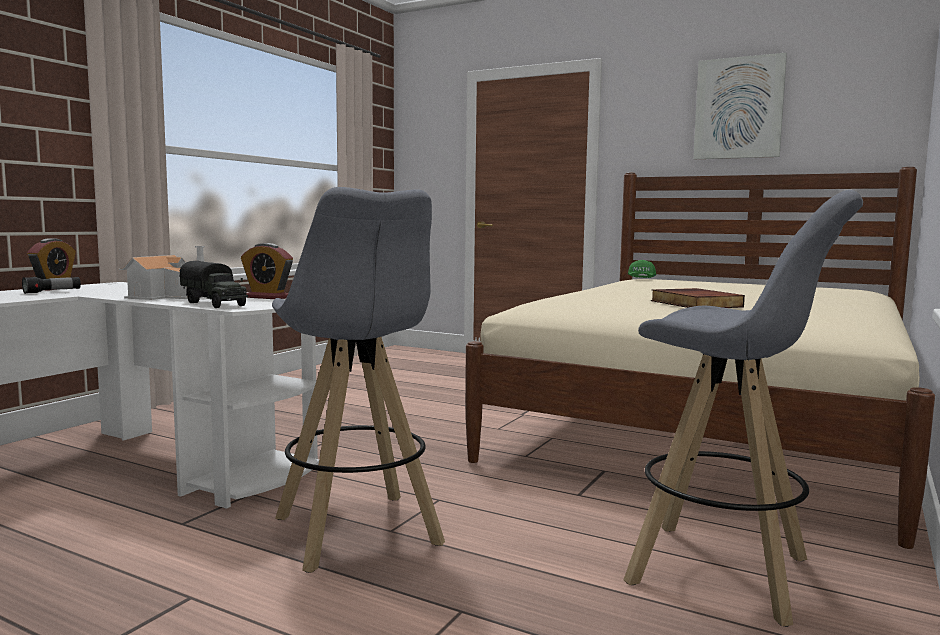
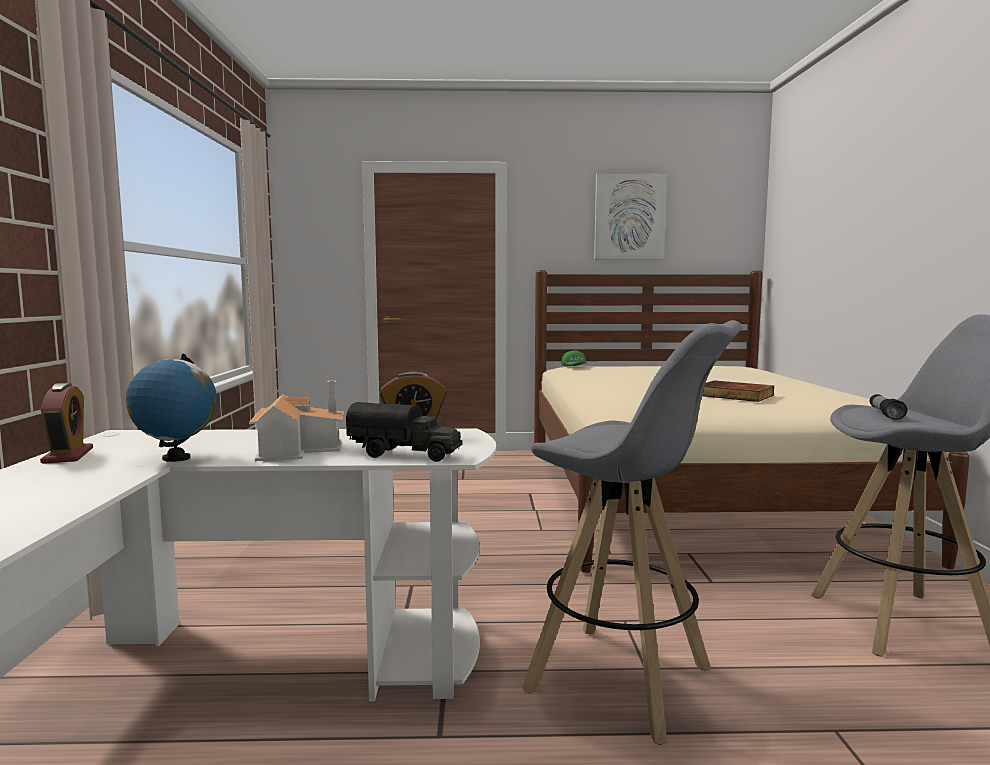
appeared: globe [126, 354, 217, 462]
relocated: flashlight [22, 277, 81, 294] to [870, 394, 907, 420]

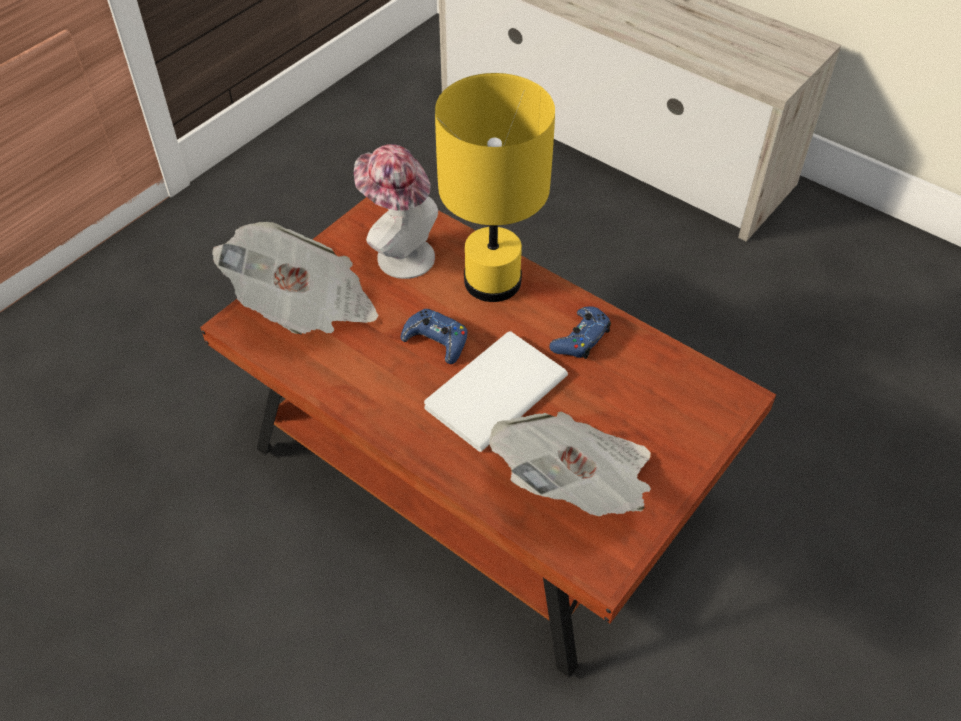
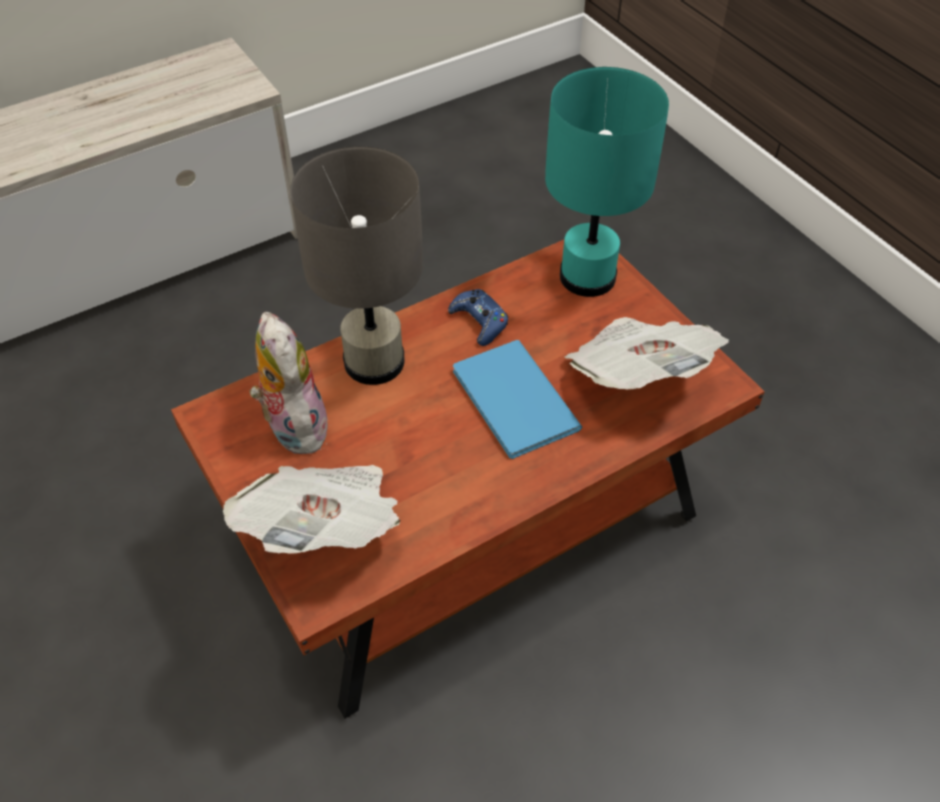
missing: blue game controller [401, 309, 467, 364]
appeared: turquoise table lamp [545, 67, 669, 297]
exchanged: hat [354, 144, 438, 279] to plush toy [250, 312, 328, 454]
colour: white book [424, 332, 568, 452] to blue book [453, 340, 582, 459]; yellow table lamp [435, 73, 555, 302] to grey table lamp [290, 146, 423, 385]

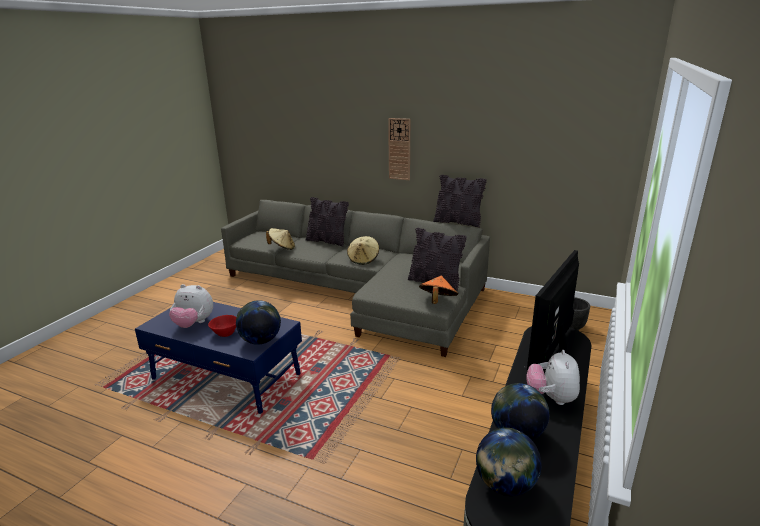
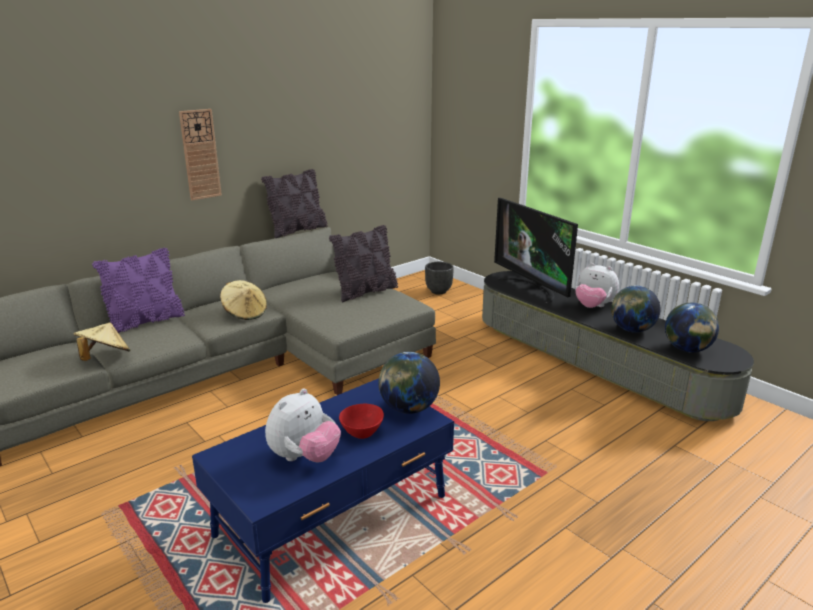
missing: orange hat [419, 276, 458, 304]
colour: black pillow [306, 197, 349, 247] to purple pillow [92, 248, 185, 333]

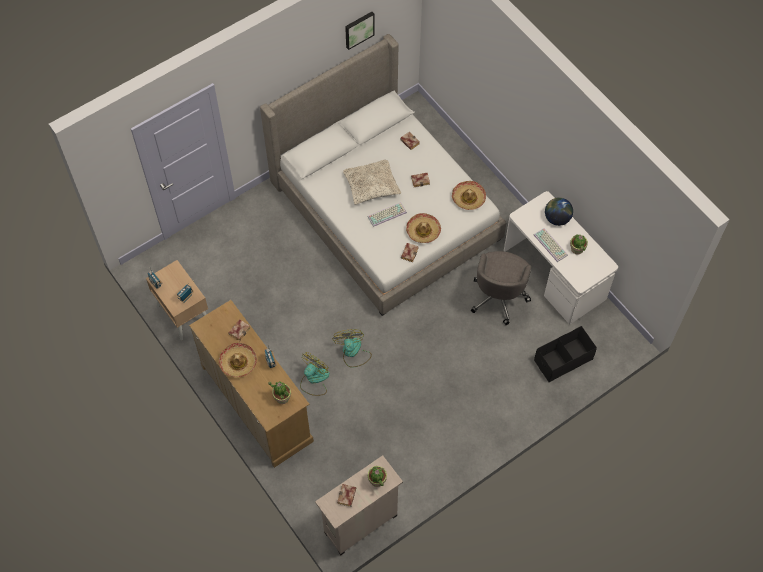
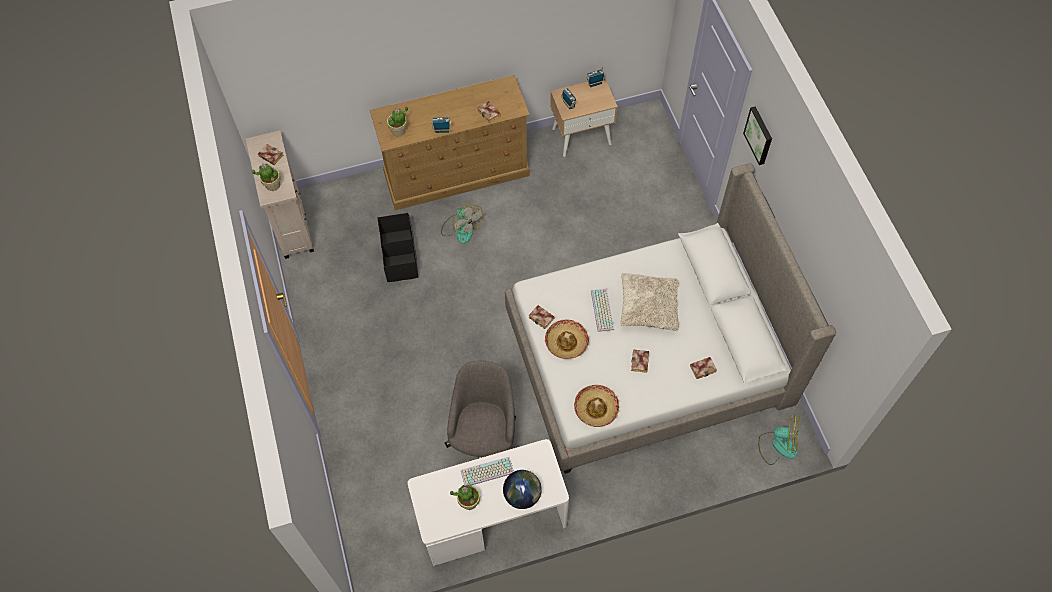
missing: hat [219, 343, 257, 377]
relocated: fan [332, 329, 372, 367] to [758, 414, 799, 465]; picture [345, 12, 375, 50] to [743, 107, 772, 165]; black storage box [534, 326, 597, 383] to [378, 213, 419, 282]
spun: grey office chair [471, 251, 531, 325] = [445, 361, 516, 459] 60 degrees clockwise

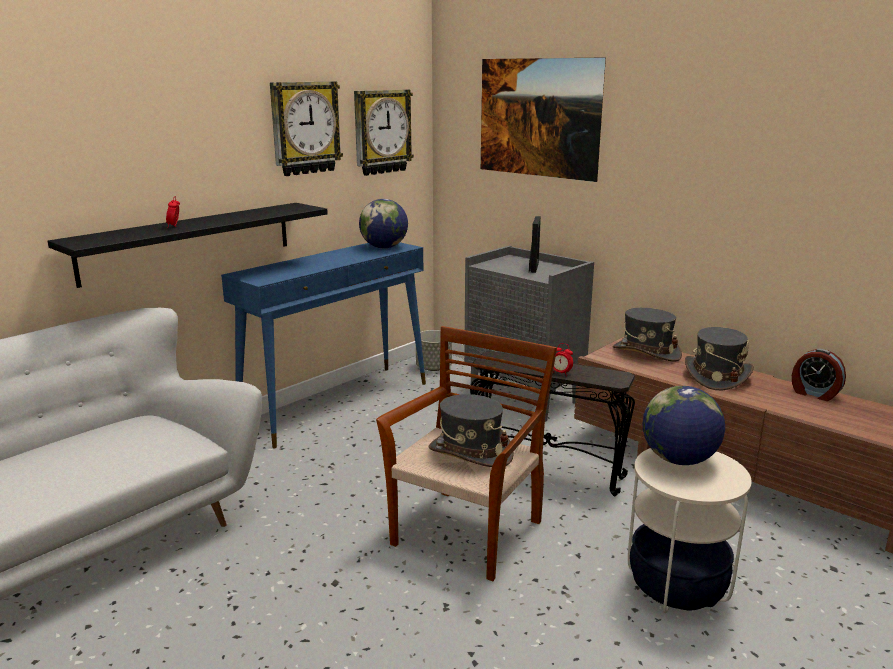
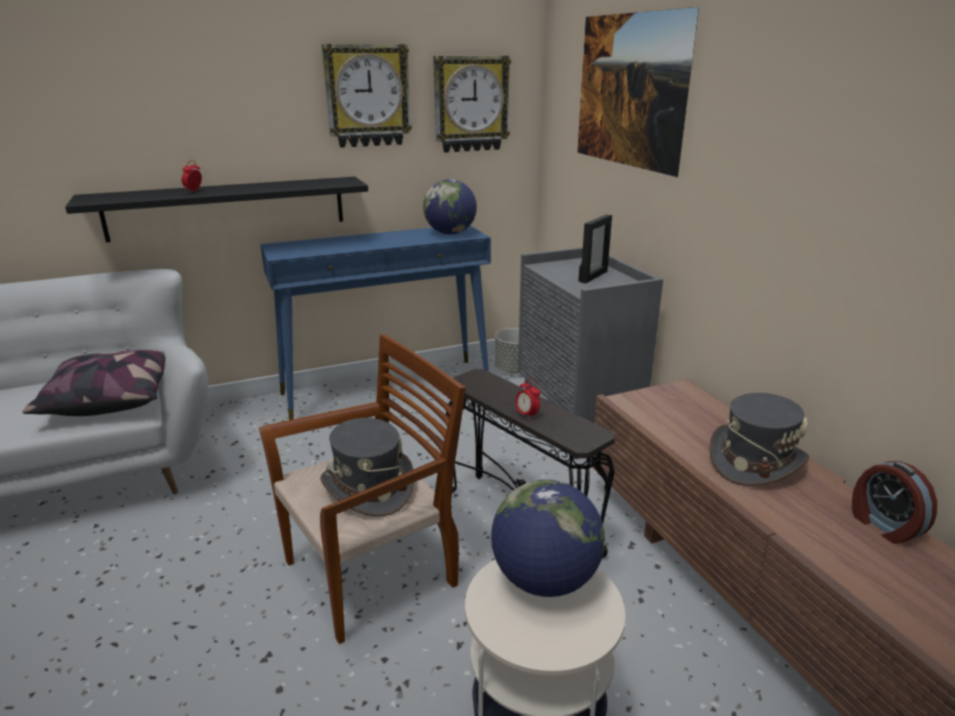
missing: grey hat [613, 308, 682, 362]
appeared: pillow [22, 350, 166, 416]

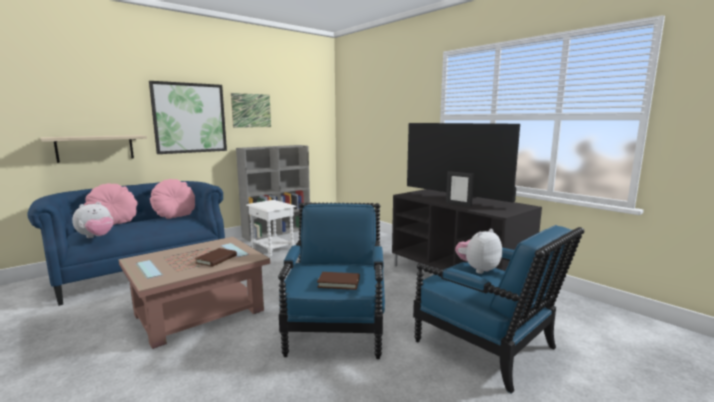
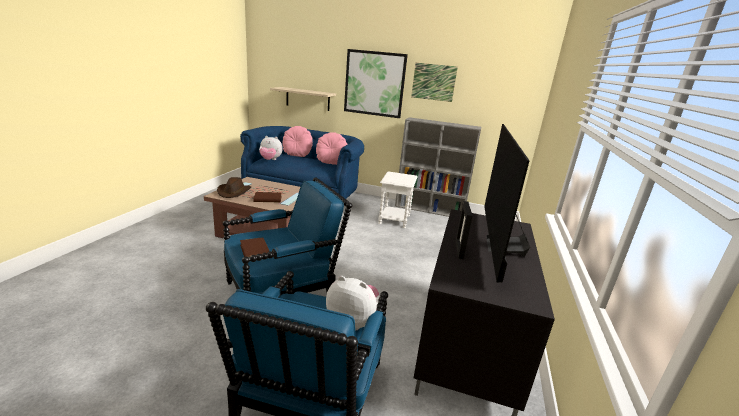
appeared: brown hat [217, 177, 251, 198]

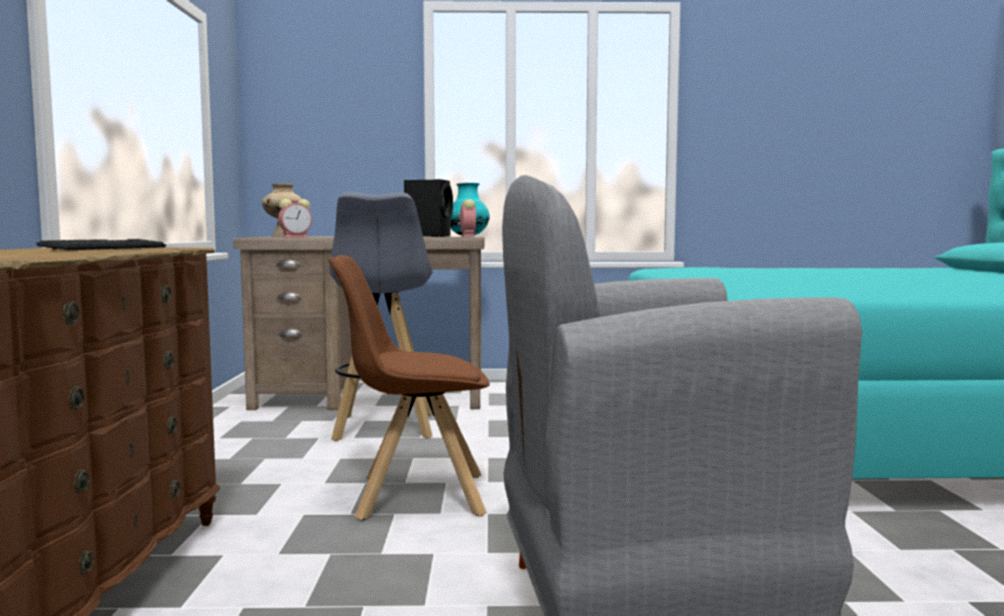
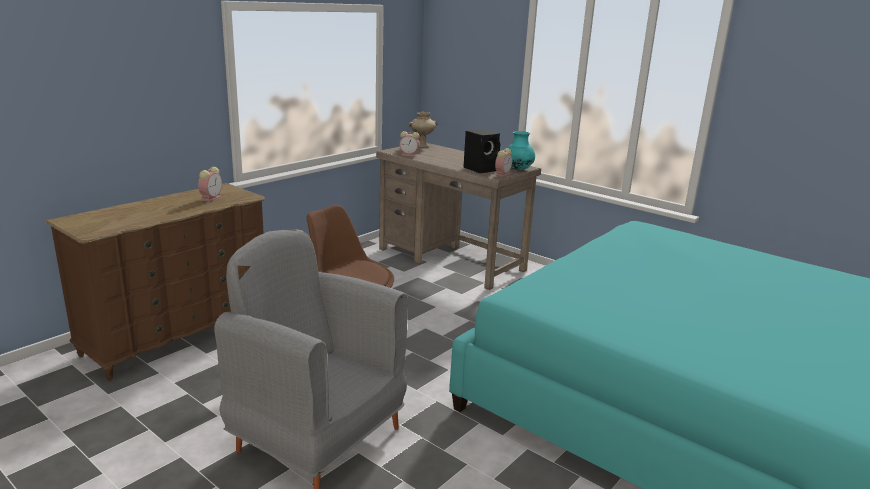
missing: grey stool [330, 192, 433, 441]
exchanged: keyboard [36, 239, 166, 250] to alarm clock [198, 167, 222, 202]

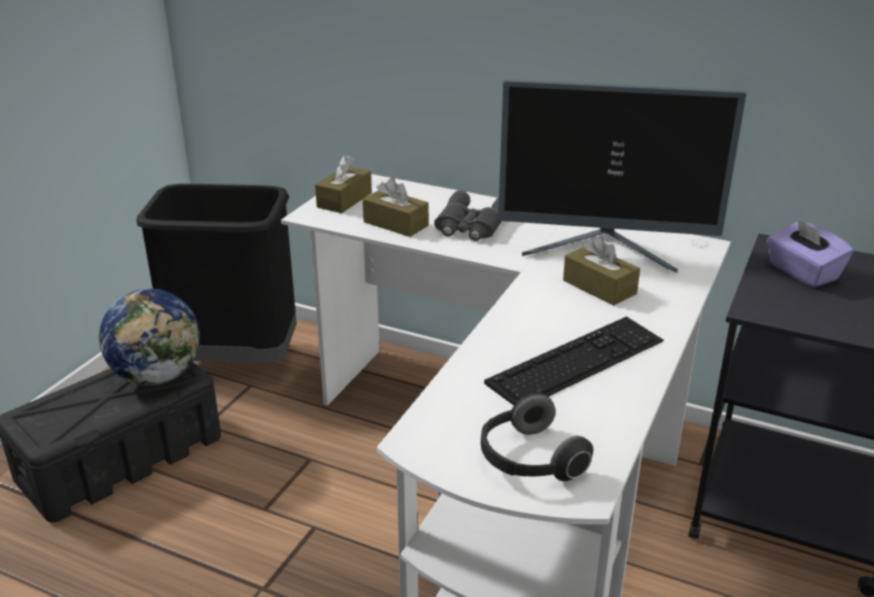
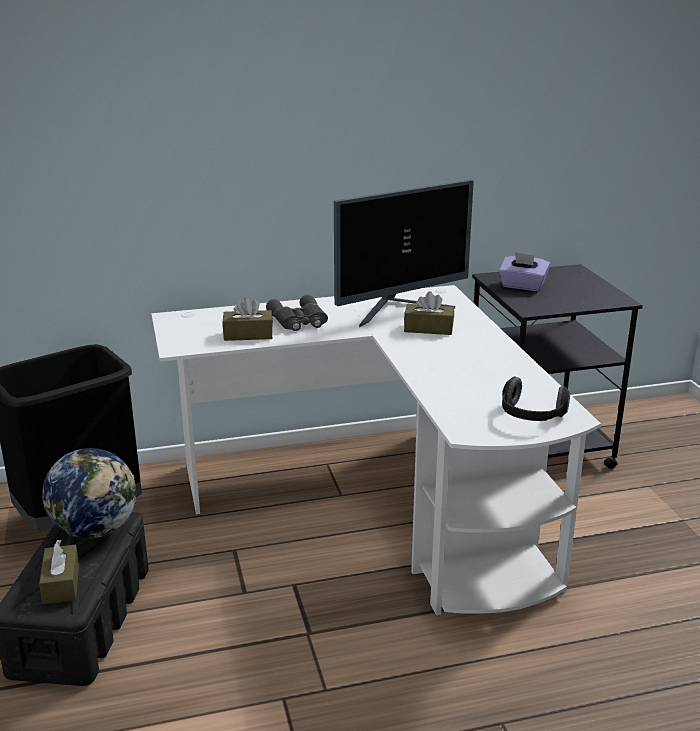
missing: keyboard [484, 316, 664, 405]
relocated: brown tissue box [315, 155, 372, 213] to [39, 540, 79, 604]

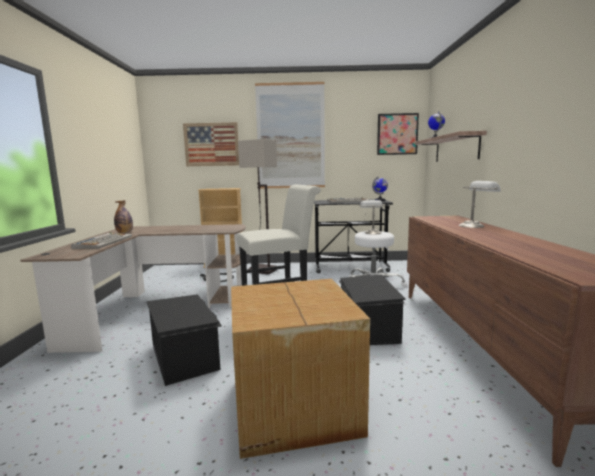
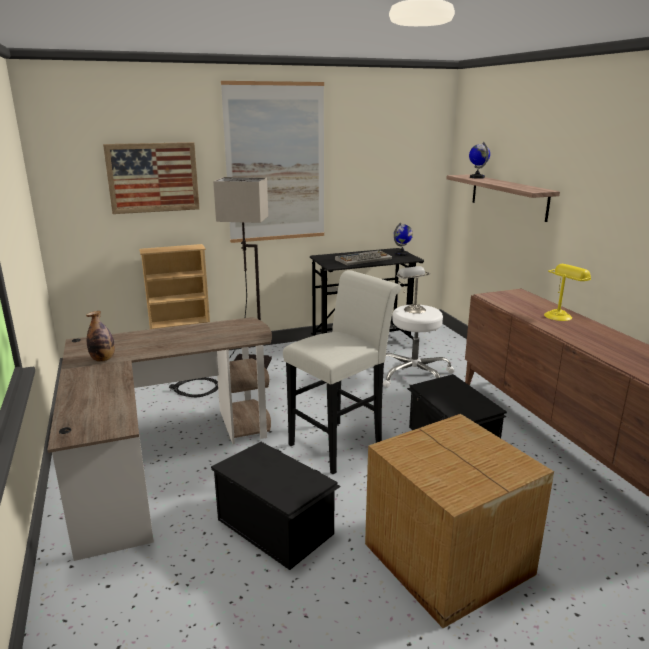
missing: keyboard [71, 232, 132, 249]; picture [377, 113, 419, 155]
colour: white table lamp [459, 181, 501, 228] to yellow table lamp [544, 264, 591, 321]

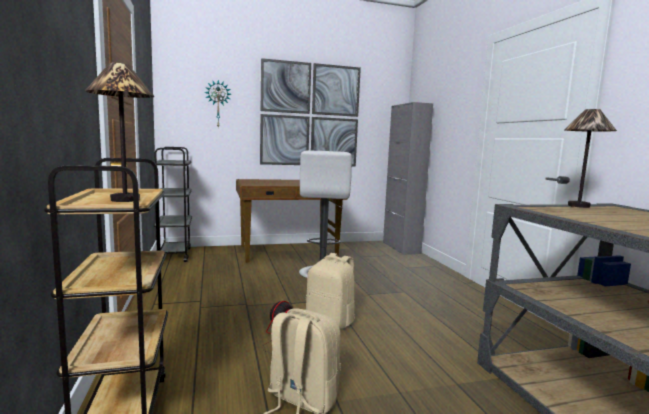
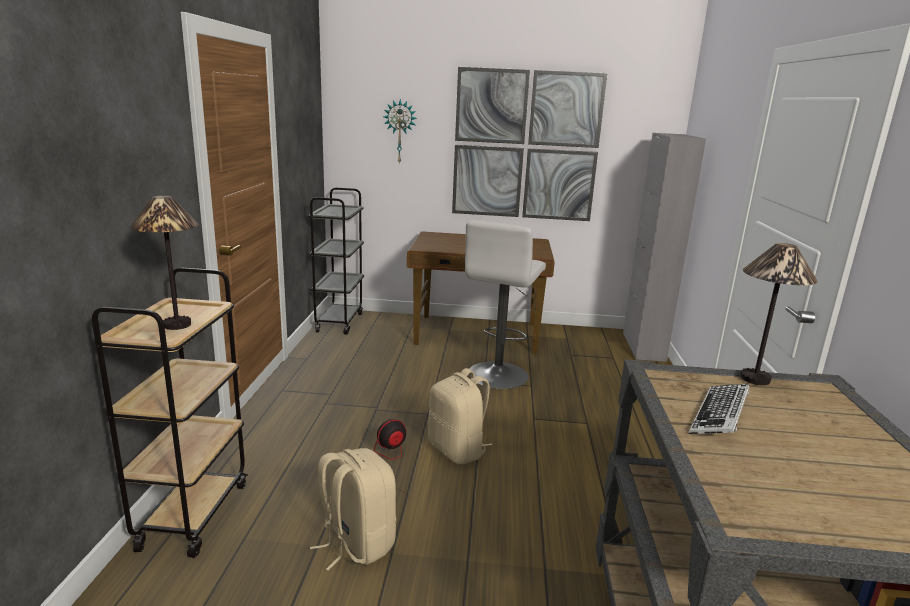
appeared: keyboard [689, 384, 749, 434]

